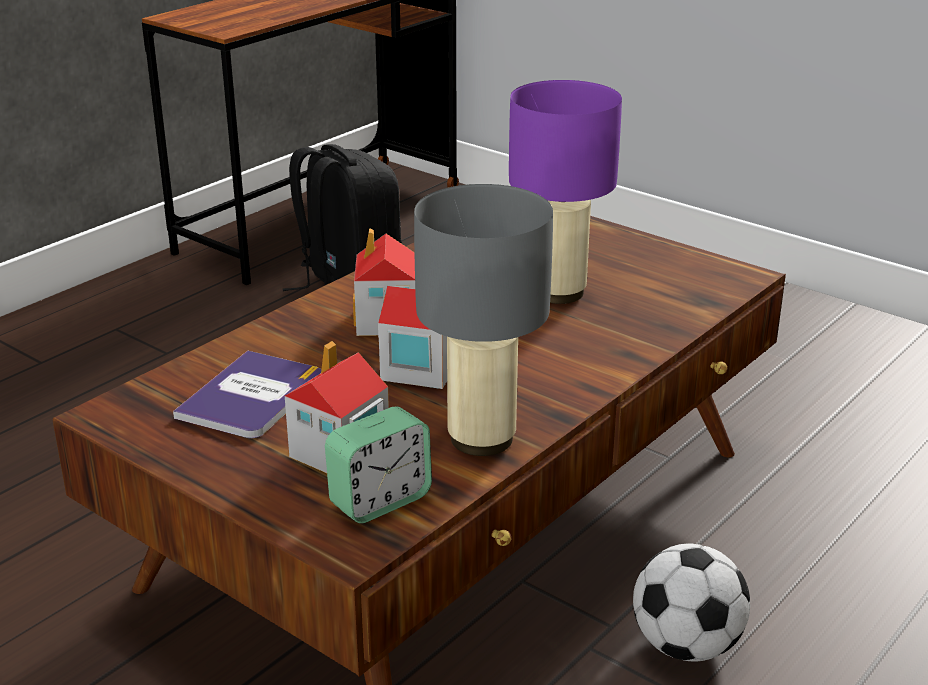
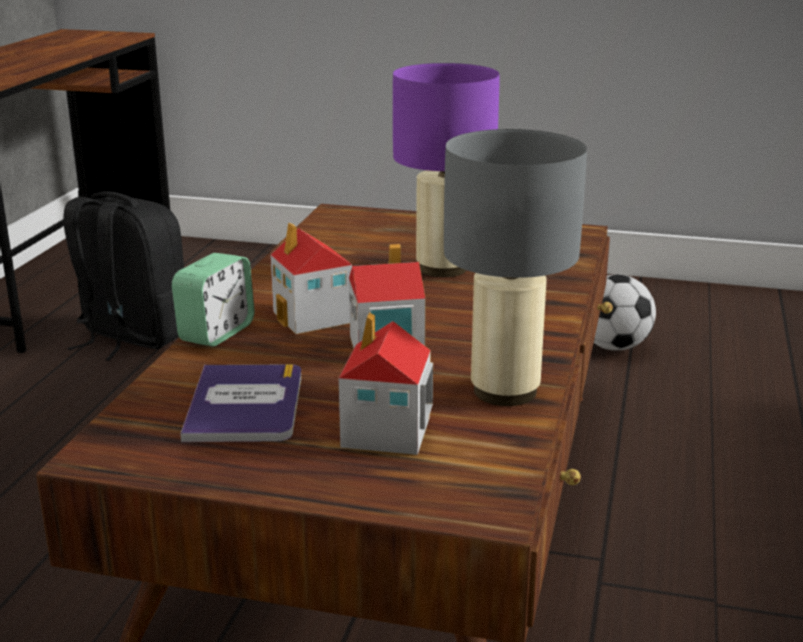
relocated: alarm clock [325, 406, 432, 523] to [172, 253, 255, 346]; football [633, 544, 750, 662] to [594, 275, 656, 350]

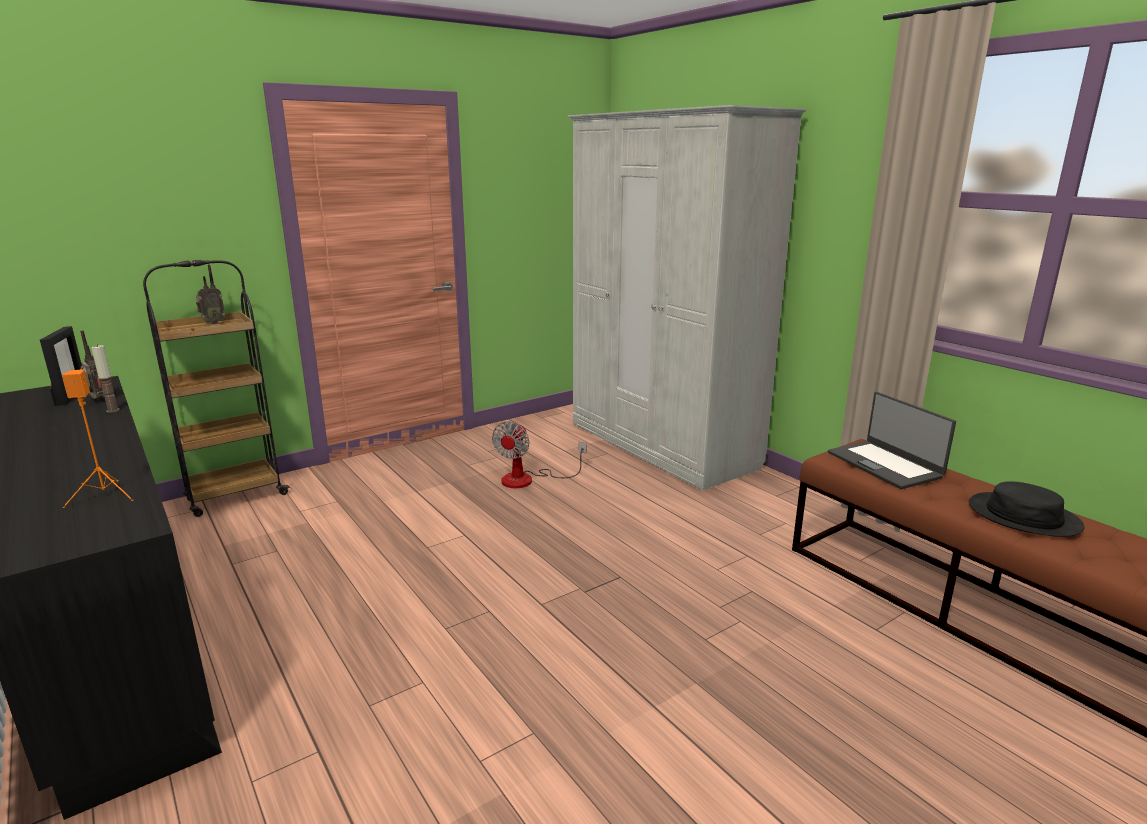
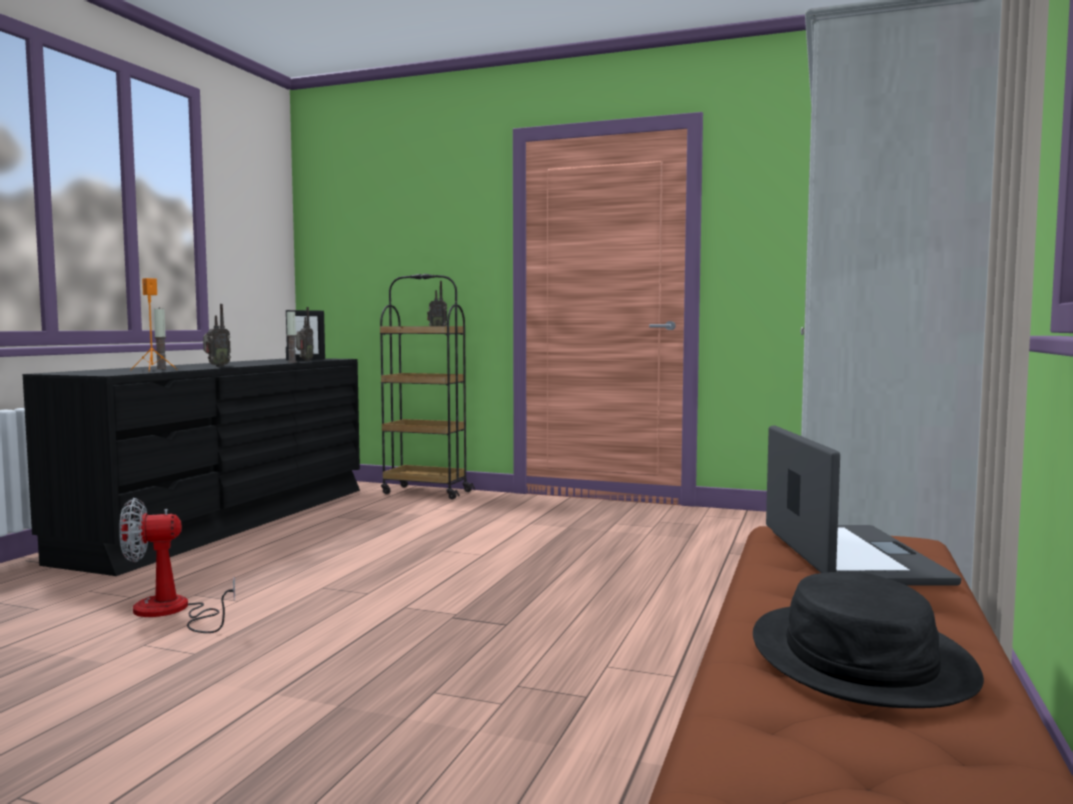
appeared: candle [154, 307, 167, 369]; radio [203, 304, 231, 367]
relocated: fan [492, 421, 586, 488] to [119, 498, 235, 633]
spun: laptop [828, 392, 956, 489] = [766, 425, 961, 586] 150 degrees clockwise

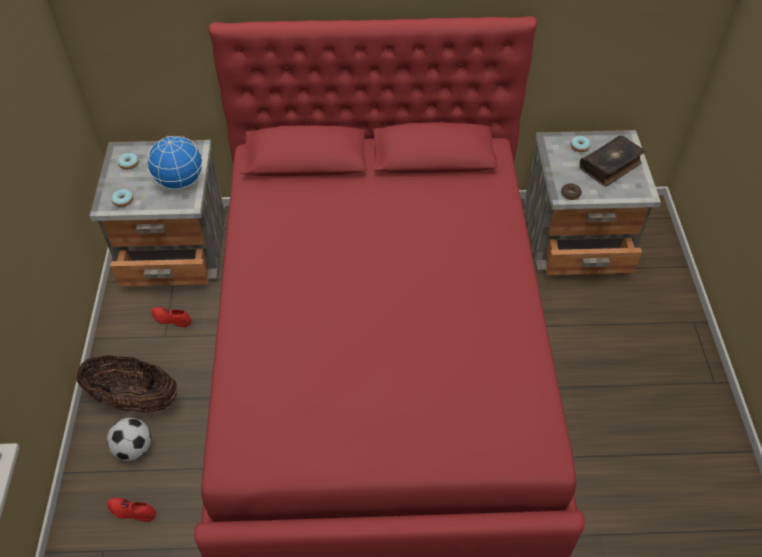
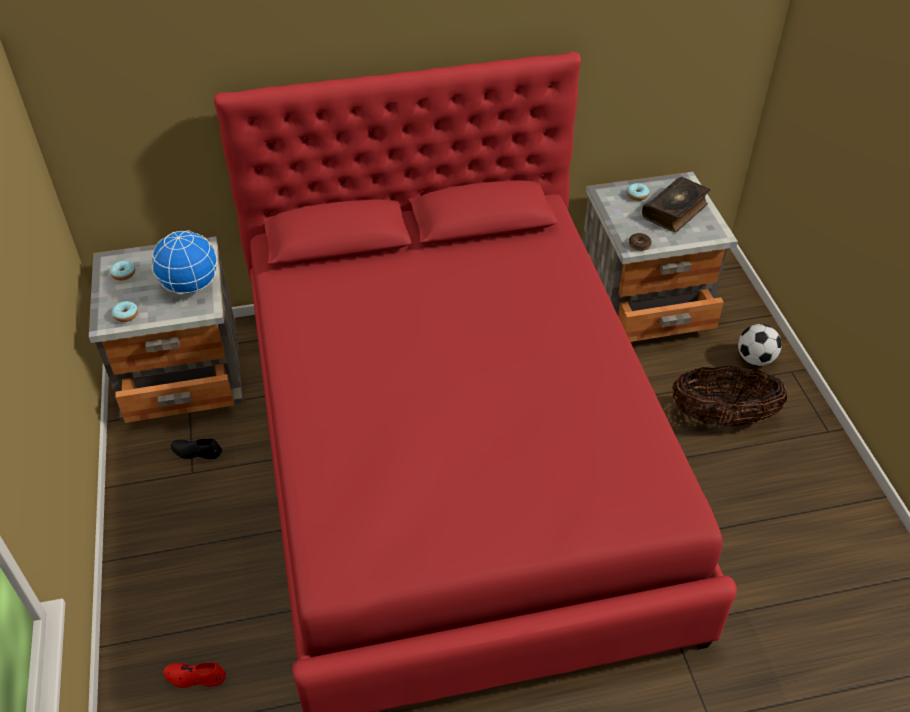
relocated: basket [76, 355, 177, 414] to [672, 365, 788, 426]; football [107, 418, 151, 461] to [738, 324, 782, 366]
colour: red shoe [151, 307, 192, 327] to black shoe [171, 439, 222, 459]

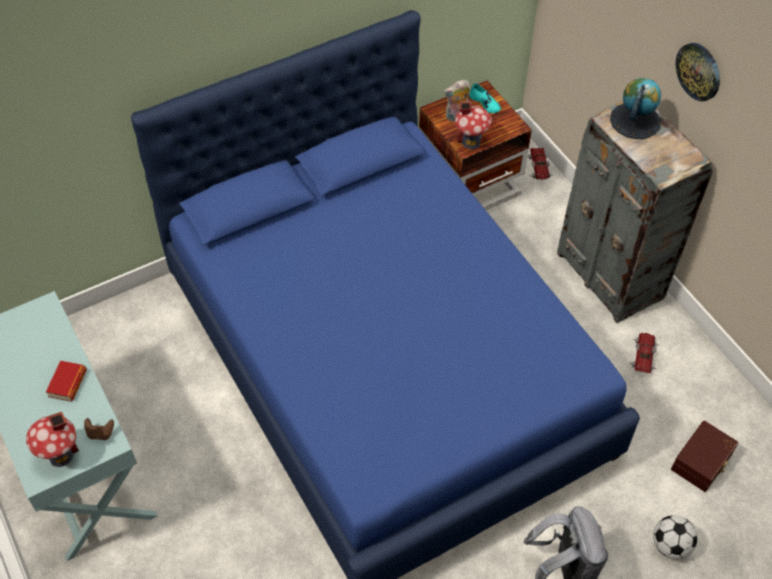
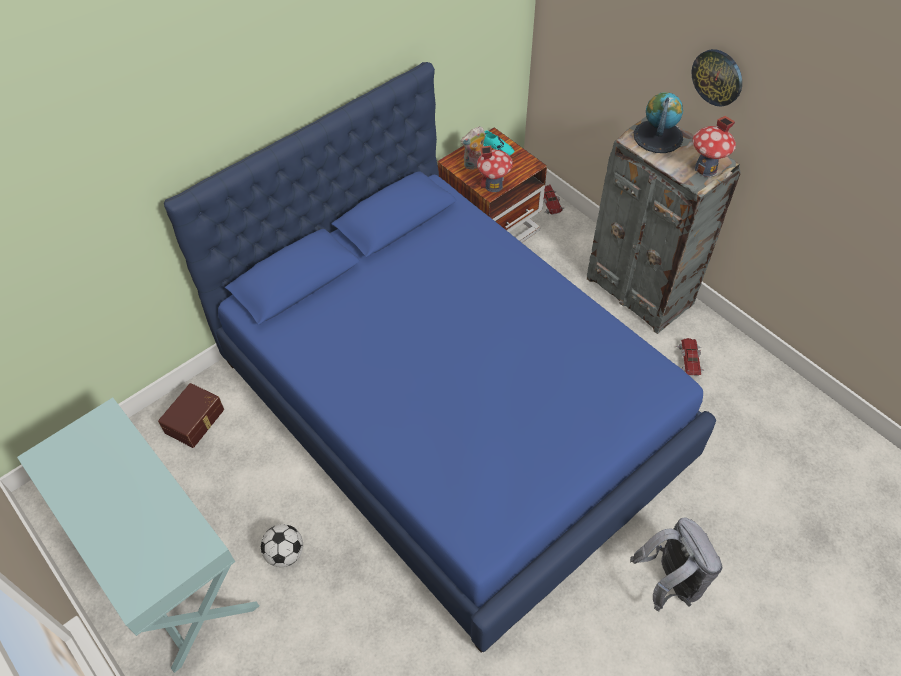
missing: book [46, 361, 87, 402]; brown game controller [84, 418, 114, 440]
relocated: toy house [26, 412, 79, 467] to [693, 116, 736, 177]; football [653, 515, 697, 559] to [261, 524, 303, 567]; brown storage box [671, 420, 738, 492] to [158, 383, 224, 448]

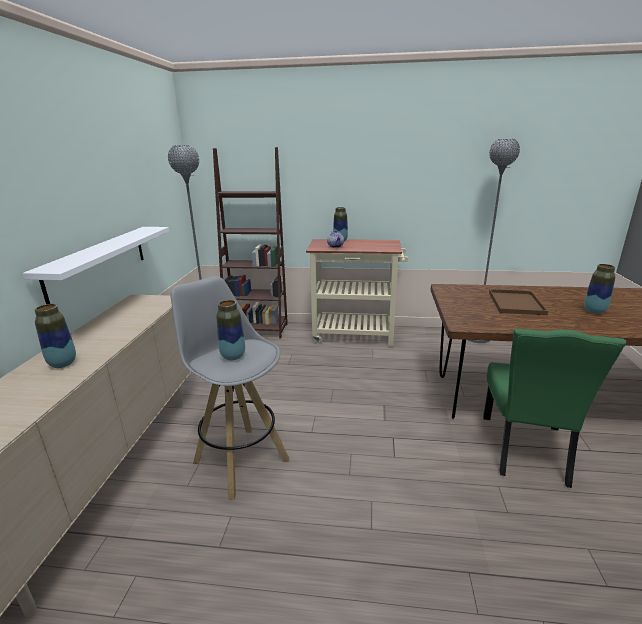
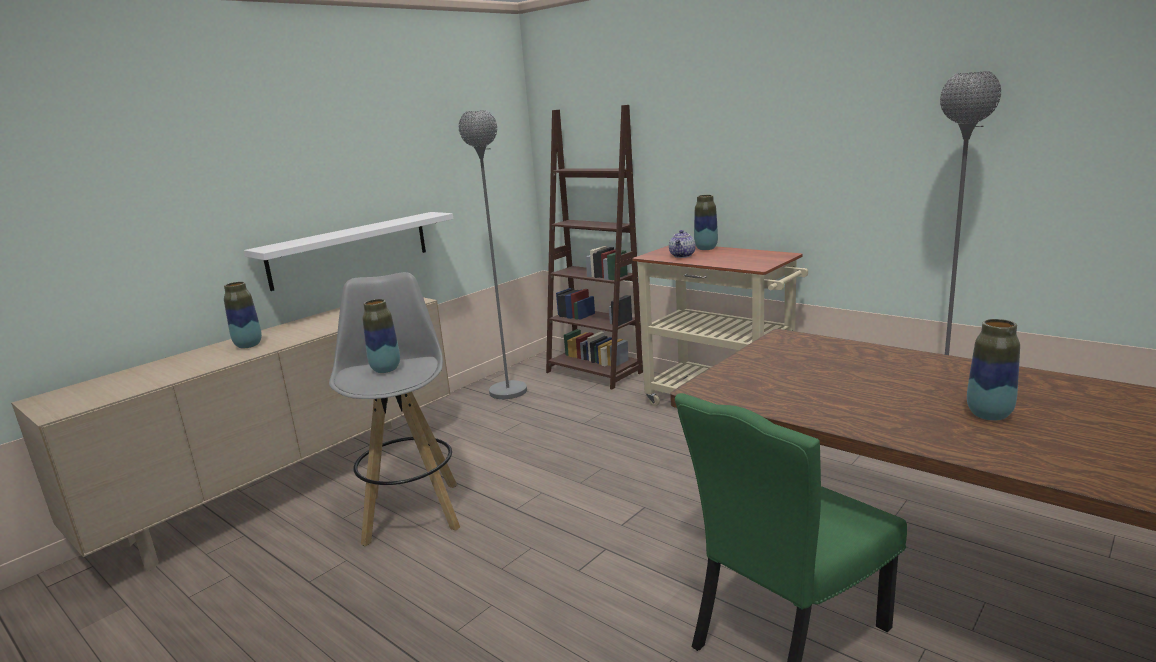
missing: brown tray [489, 289, 548, 315]

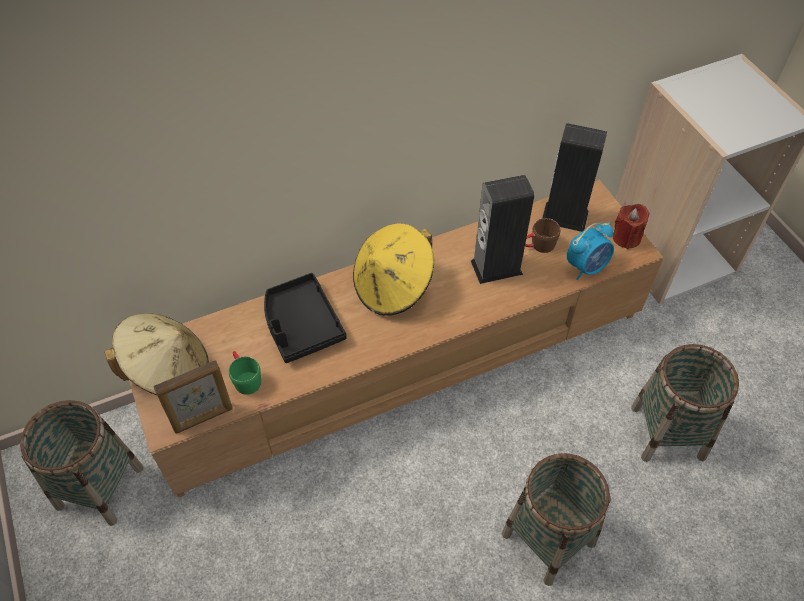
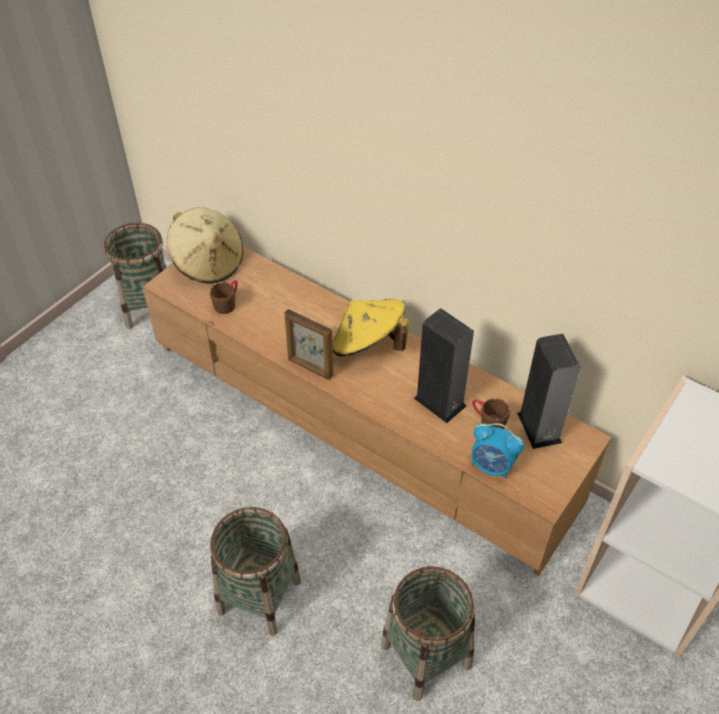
missing: black tray [264, 273, 347, 363]; red candle [613, 204, 649, 249]
relocated: picture frame [153, 360, 233, 434] to [284, 309, 333, 380]
colour: green mug [229, 351, 261, 395] to brown mug [210, 280, 238, 314]

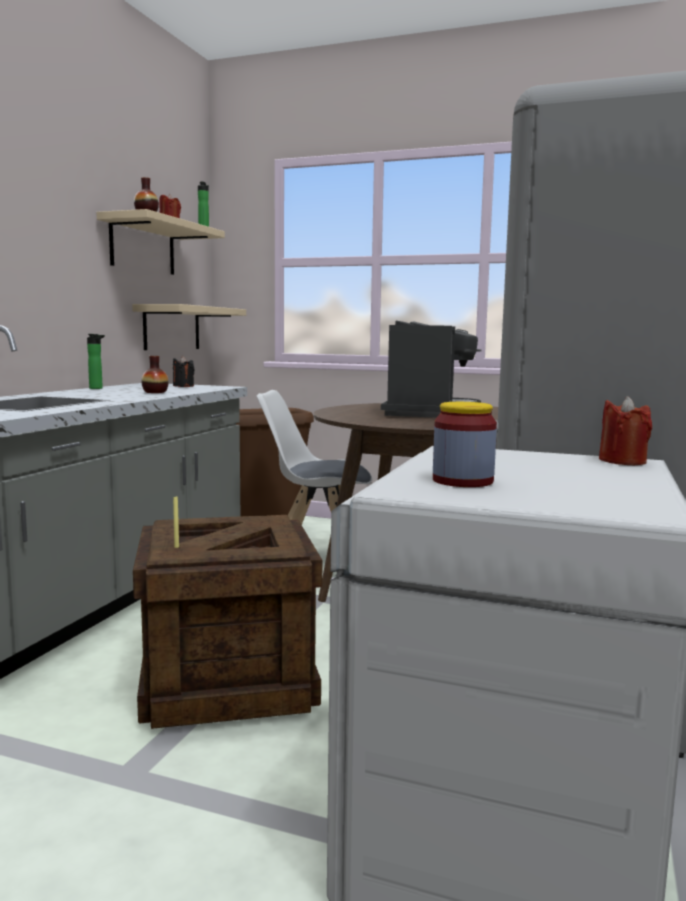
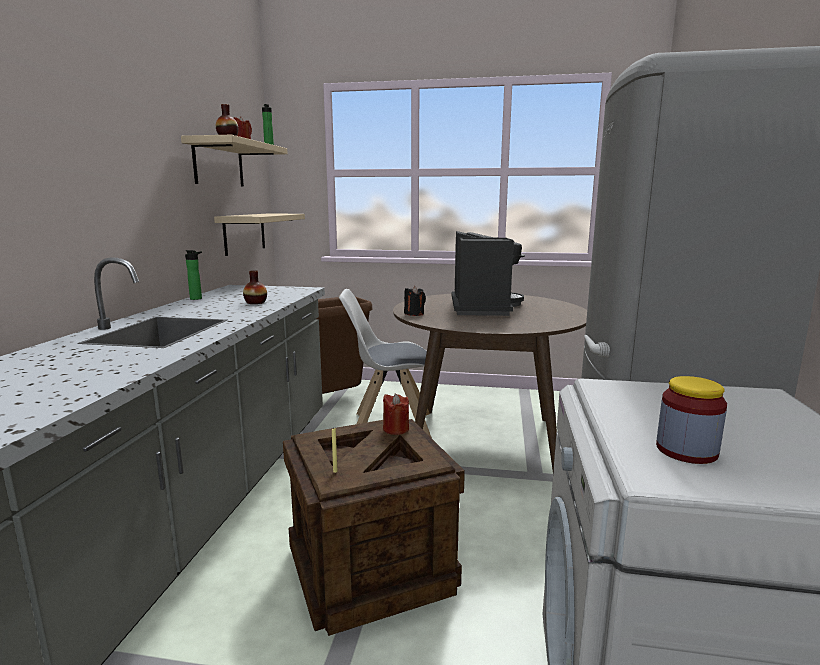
relocated: black candle [173, 356, 195, 387] to [404, 286, 426, 316]; red candle [599, 396, 652, 465] to [383, 394, 409, 435]

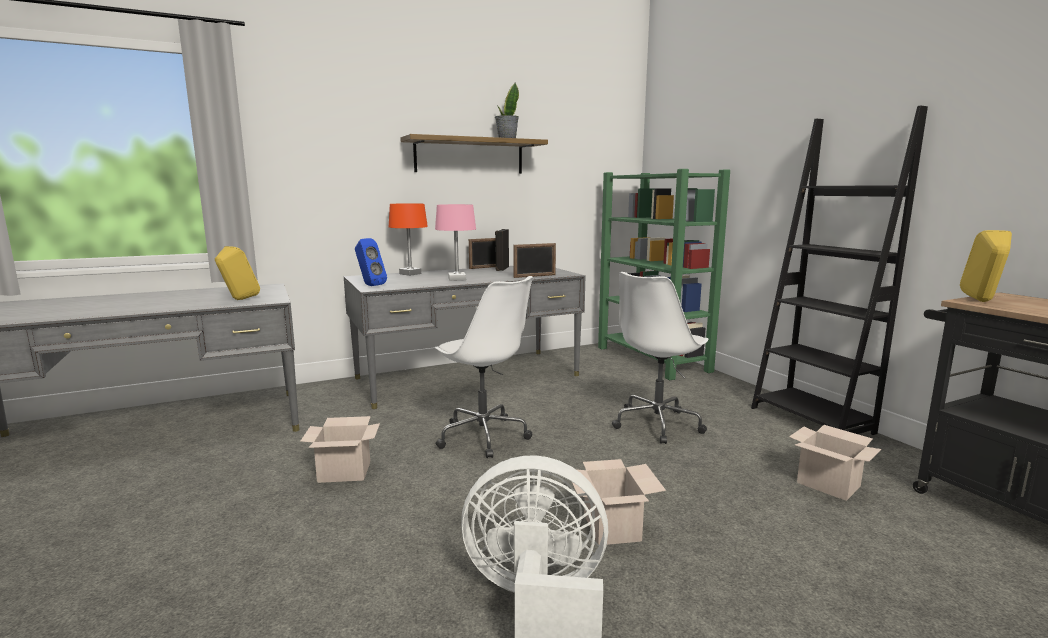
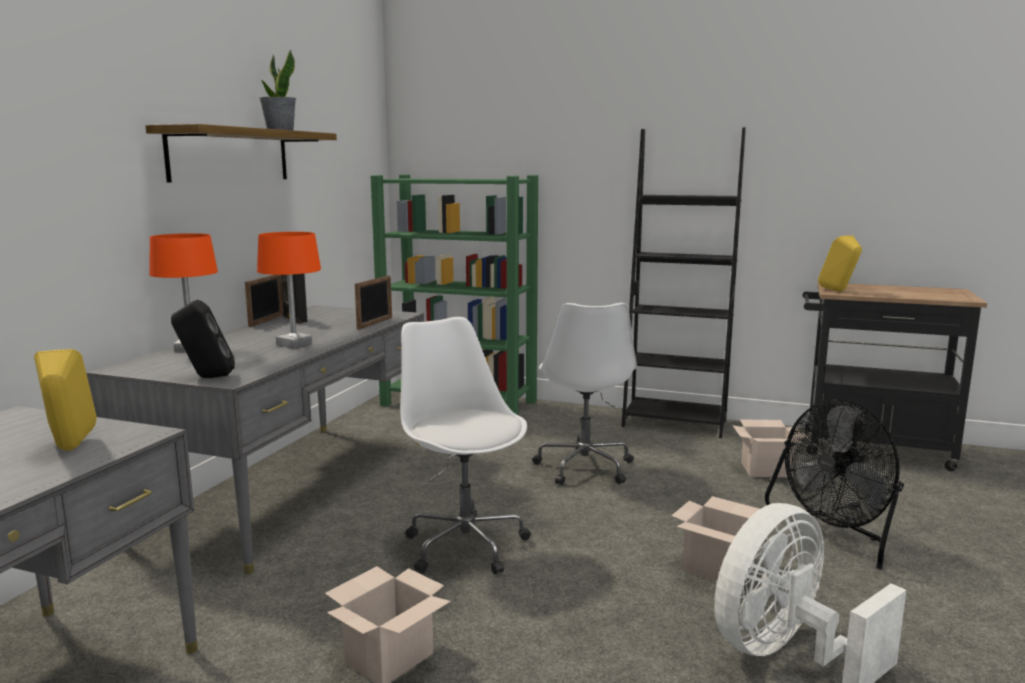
appeared: black fan [765, 399, 904, 570]
colour: blue speaker [355, 238, 387, 286] to black speaker [171, 300, 235, 378]; pink table lamp [435, 204, 476, 281] to orange table lamp [257, 232, 321, 348]
spun: white office chair [434, 276, 533, 458] = [400, 317, 531, 574] 120 degrees counterclockwise

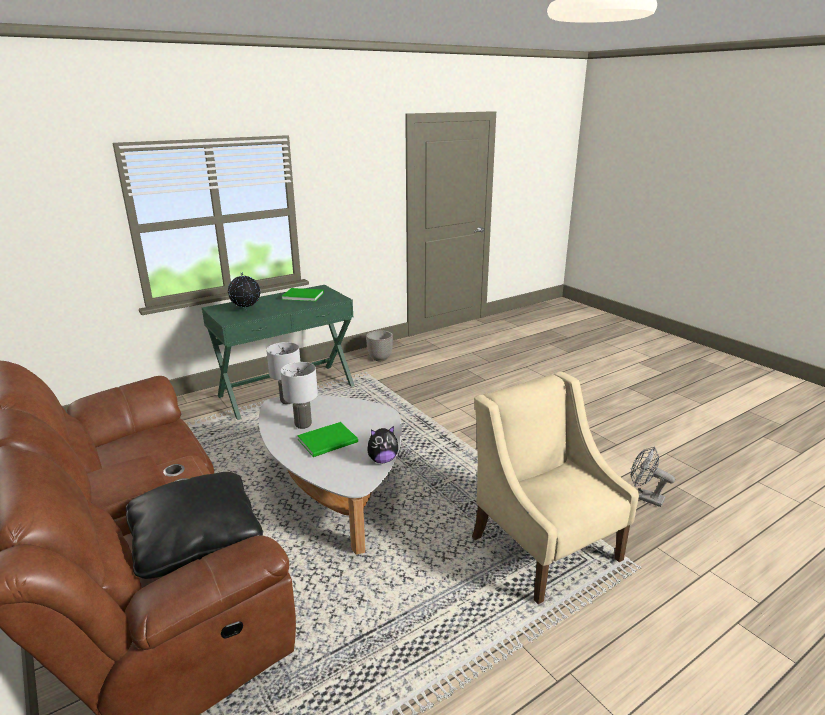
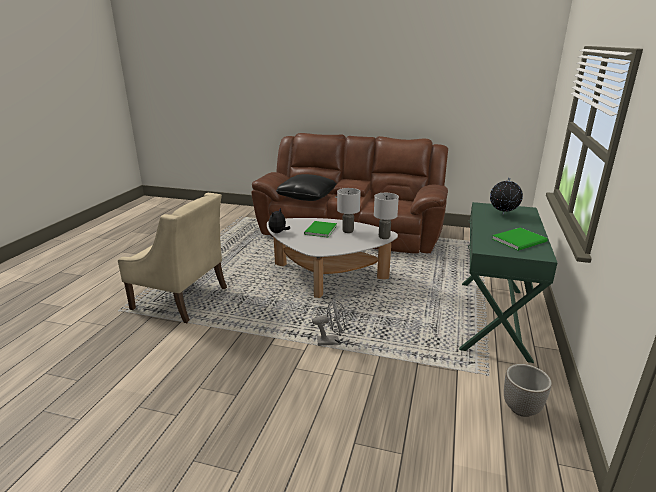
relocated: grey fan [631, 446, 675, 507] to [312, 298, 347, 346]

